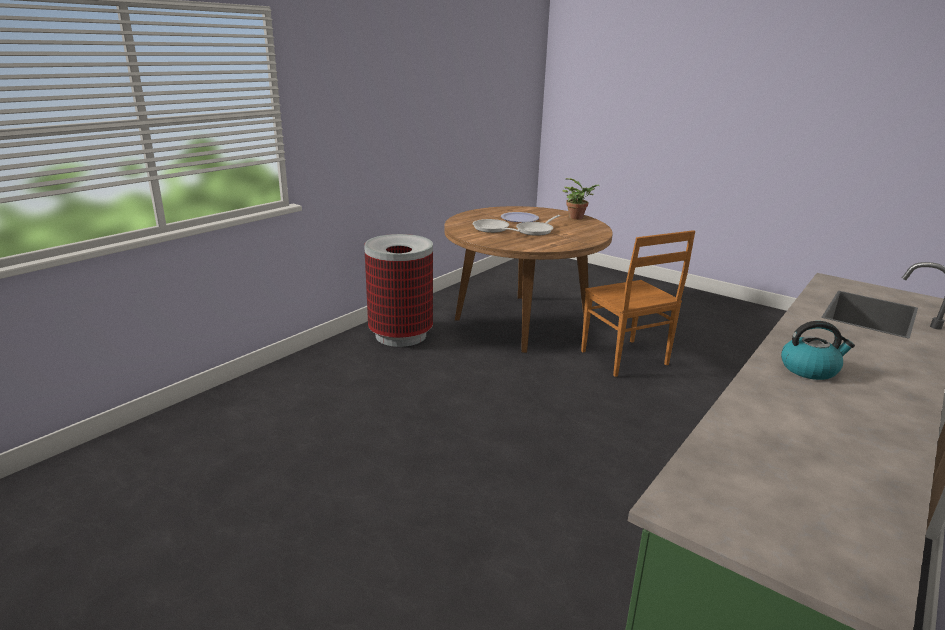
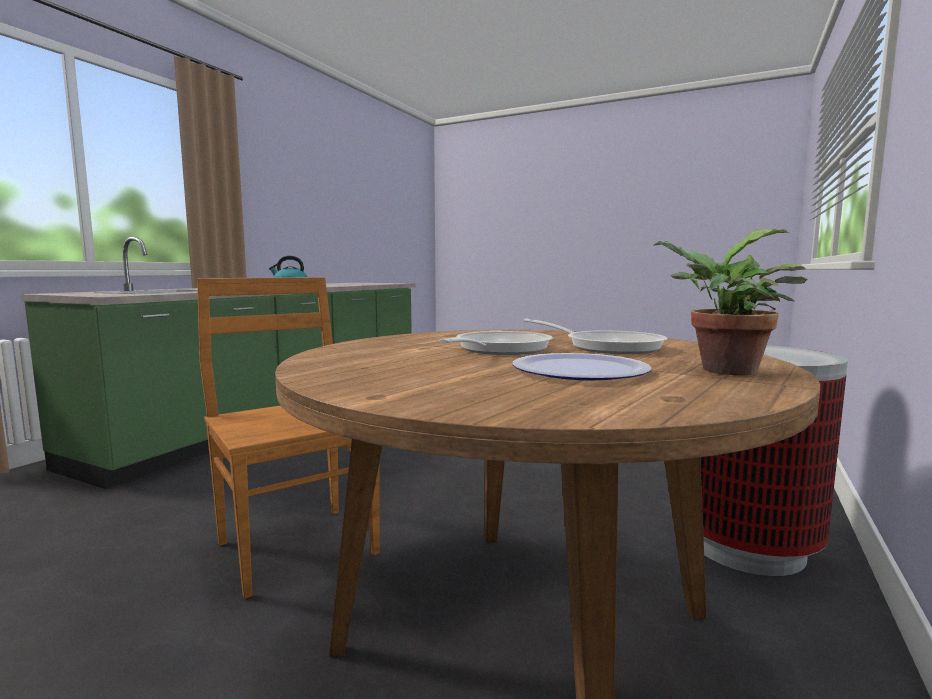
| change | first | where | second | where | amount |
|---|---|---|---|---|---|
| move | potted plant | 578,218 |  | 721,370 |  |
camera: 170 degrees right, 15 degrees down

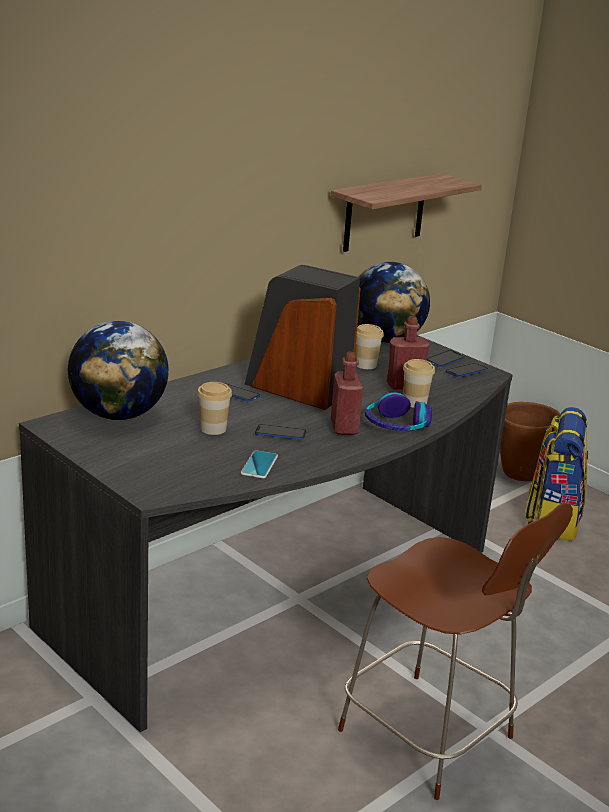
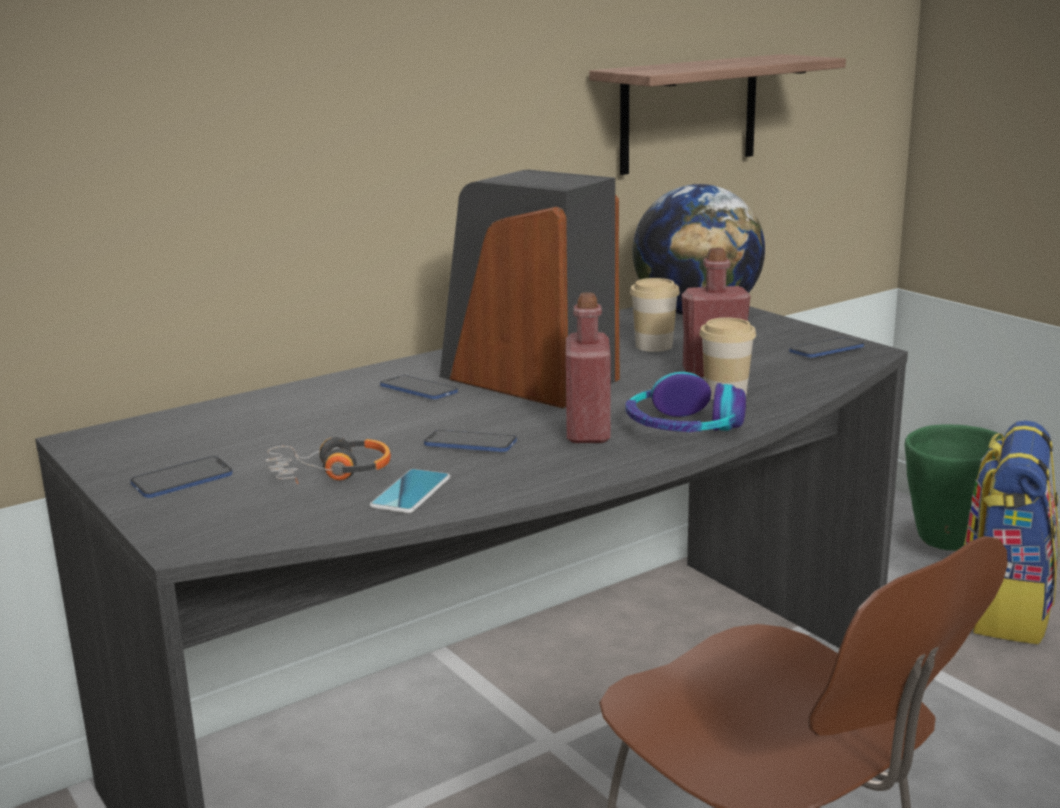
| change | first | where | second | where | amount |
|---|---|---|---|---|---|
| delete | globe | 119,415 |  |  |  |
| delete | cup | 213,429 |  |  |  |
| move | phone | 445,360 |  | 182,480 |  |
| recolor | brown planter | 520,474 | green planter | 947,540 |  |
| insert |  |  | headphones | 330,474 |  |
camera: 10 degrees right, 5 degrees down

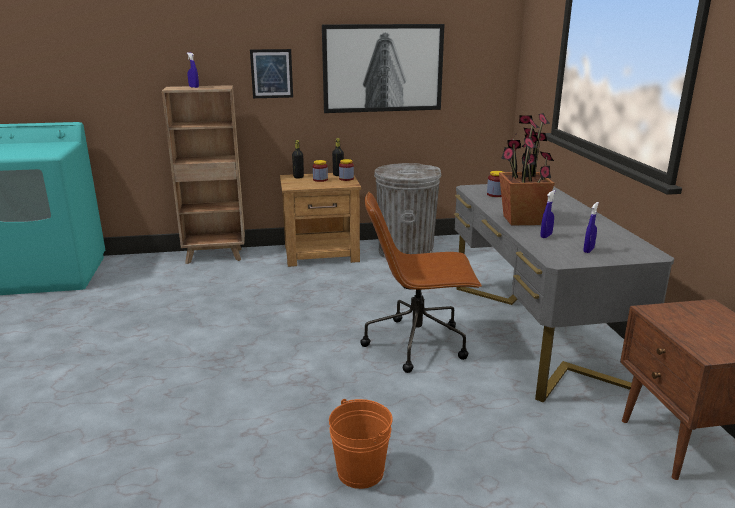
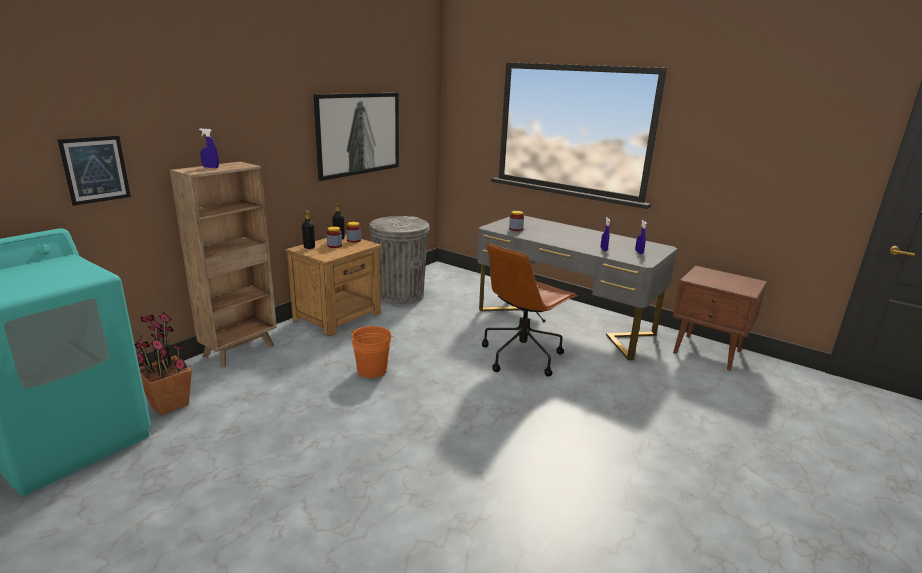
| change | first | where | second | where | amount |
|---|---|---|---|---|---|
| move | picture | 271,73 |  | 95,169 |  |
| move | orange bucket | 360,472 |  | 372,370 |  |
| move | potted plant | 521,220 |  | 168,404 |  |
camera: 45 degrees left, 0 degrees up

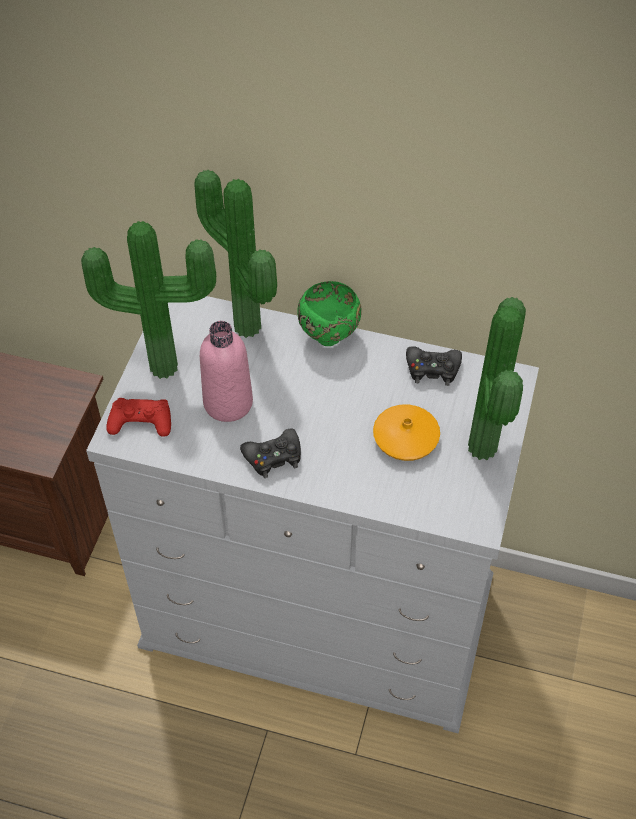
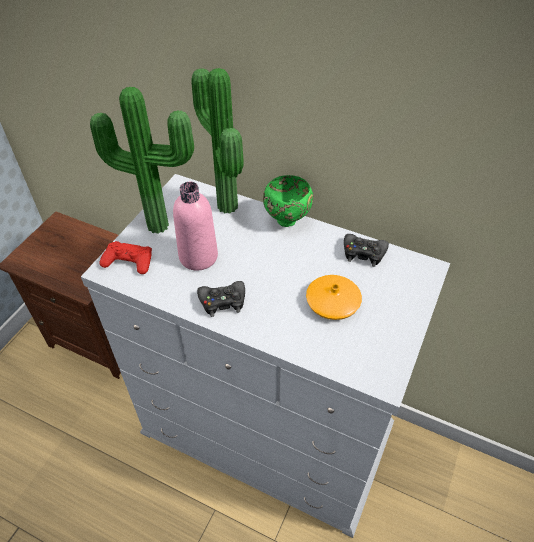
| change | first | where | second | where | amount |
|---|---|---|---|---|---|
| delete | potted plant | 488,448 |  |  |  |
camera: 10 degrees right, 5 degrees down

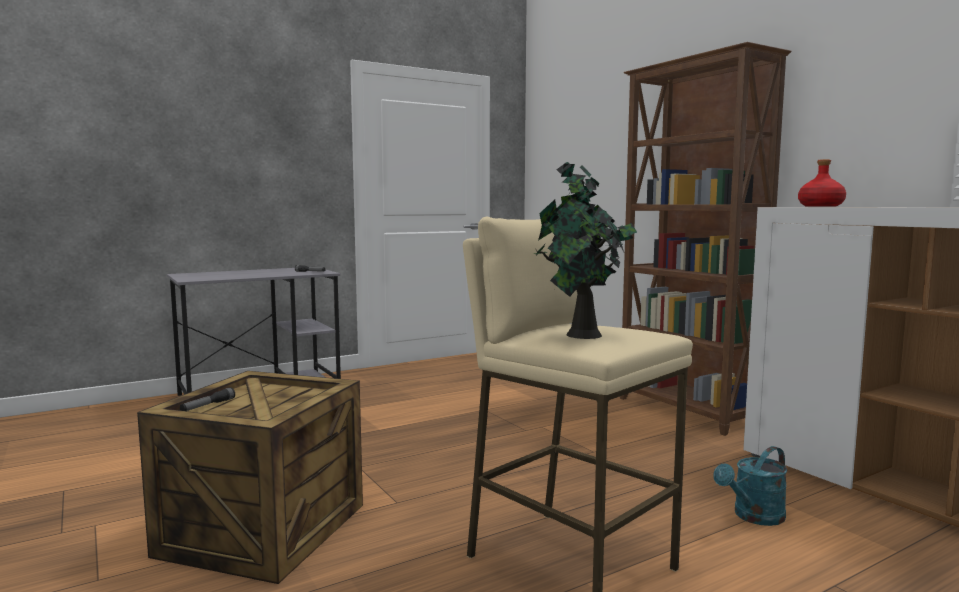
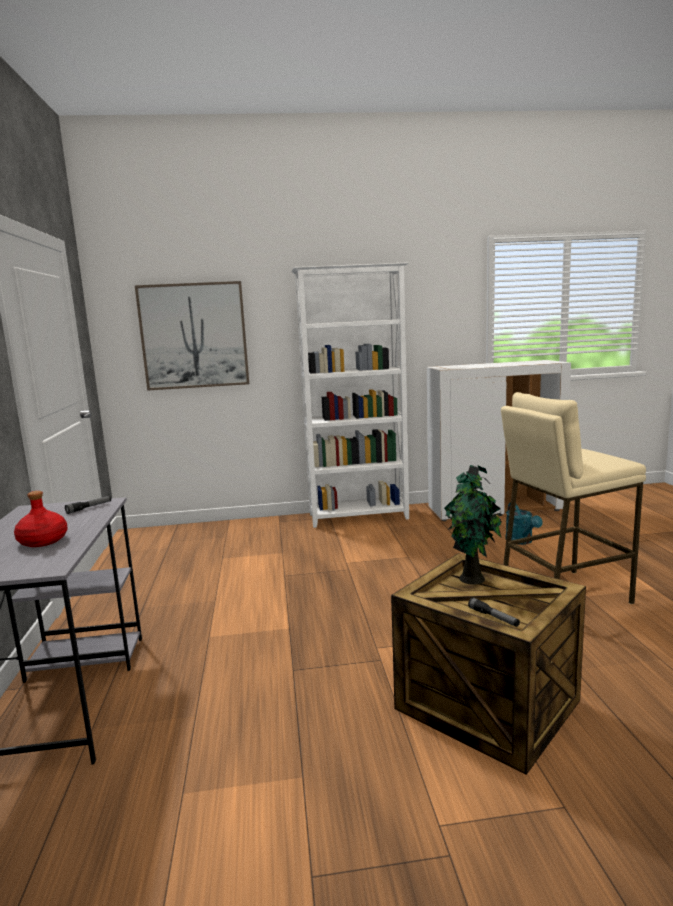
| change | first | where | second | where | amount |
|---|---|---|---|---|---|
| move | potted plant | 581,335 |  | 473,580 |  |
| recolor | brown bookcase | 686,411 | white bookcase | 359,517 |  |
| move | red bottle | 820,206 |  | 42,541 |  |
| insert |  |  | picture | 194,336 |  |
camera: 65 degrees left, 5 degrees up

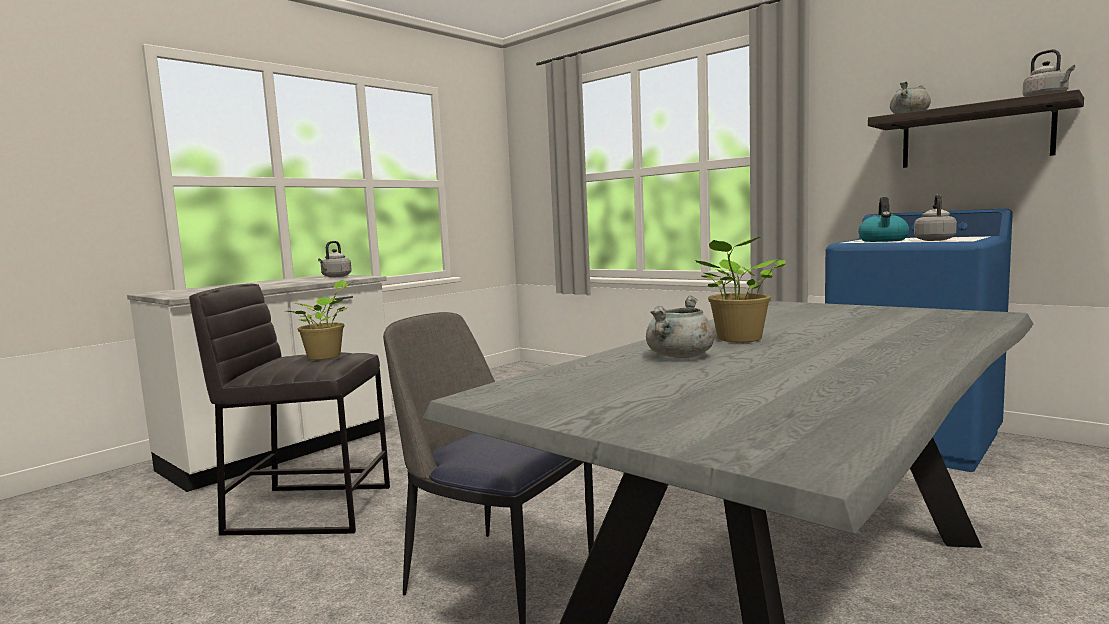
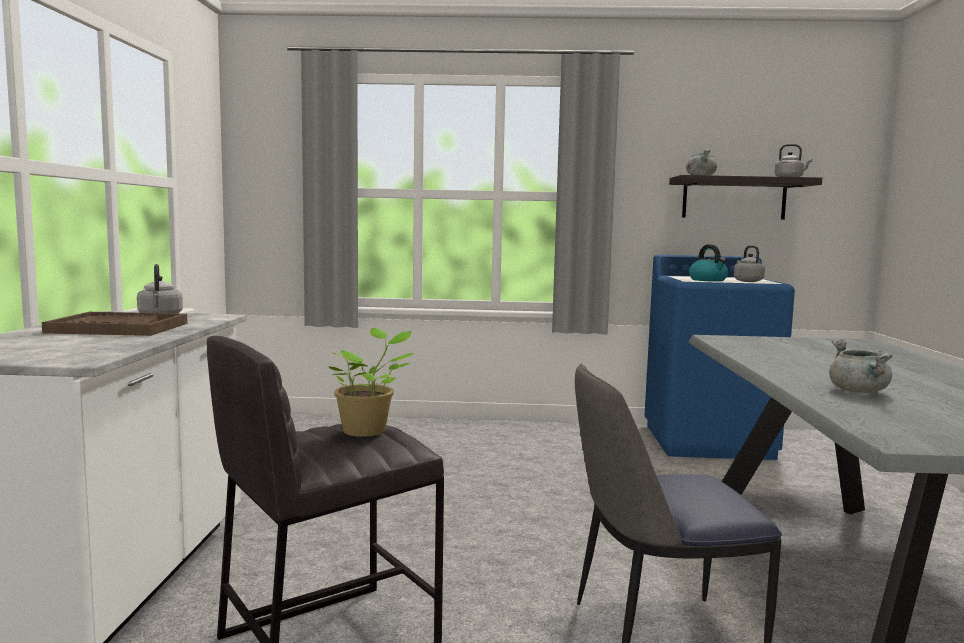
| change | first | where | second | where | amount |
|---|---|---|---|---|---|
| delete | potted plant | 738,339 |  |  |  |
| insert |  |  | brown tray | 118,328 |  |
camera: 40 degrees left, 0 degrees up

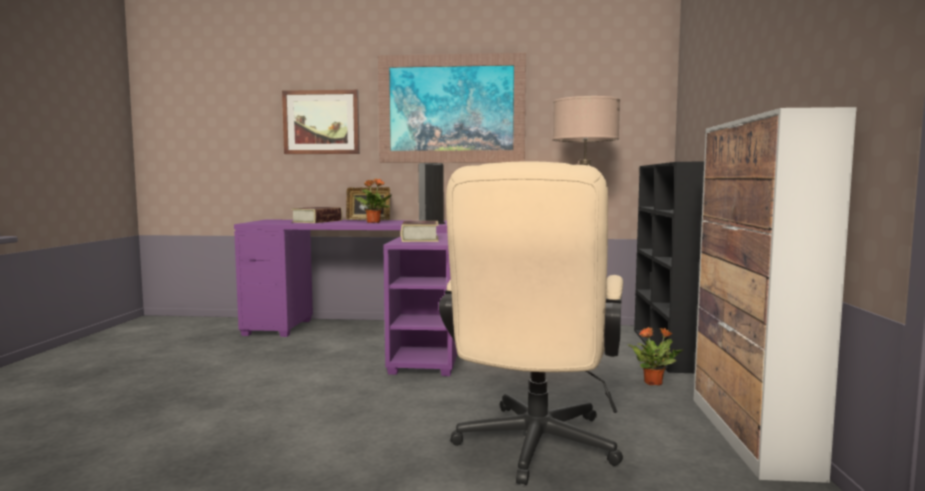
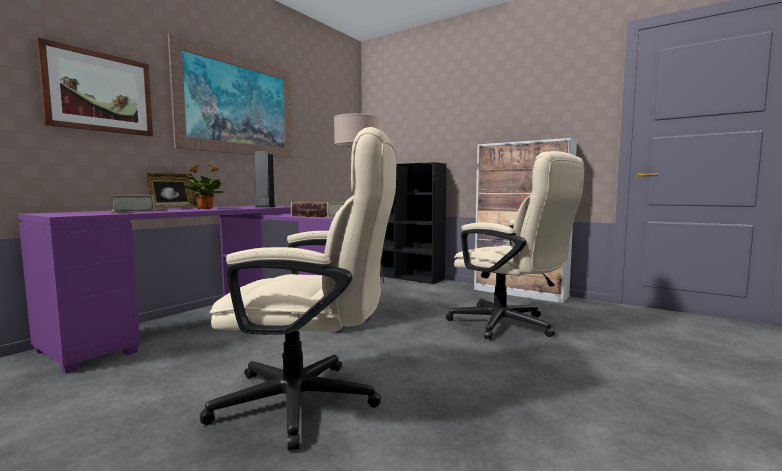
| change | first | where | second | where | amount |
|---|---|---|---|---|---|
| delete | potted plant | 654,383 |  |  |  |
| insert |  |  | beige office chair | 312,402 |  |
camera: 60 degrees left, 0 degrees up

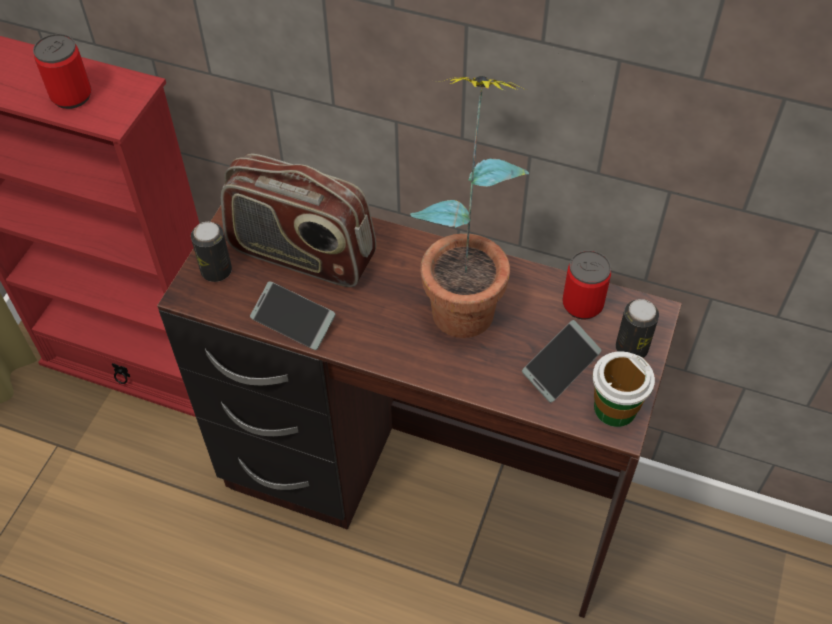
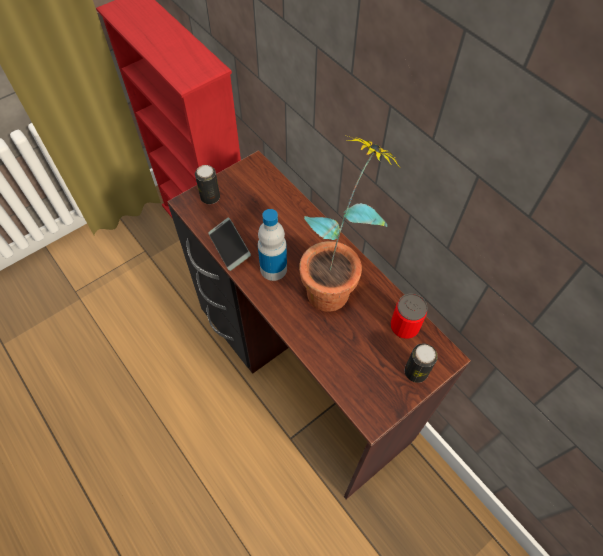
| change | first | where | second | where | amount |
|---|---|---|---|---|---|
| delete | can | 71,96 |  |  |  |
| delete | radio | 301,254 |  |  |  |
| delete | phone | 561,366 |  |  |  |
| delete | cup | 614,408 |  |  |  |
| insert |  |  | bottle | 273,269 |  |
camera: 30 degrees right, 5 degrees up

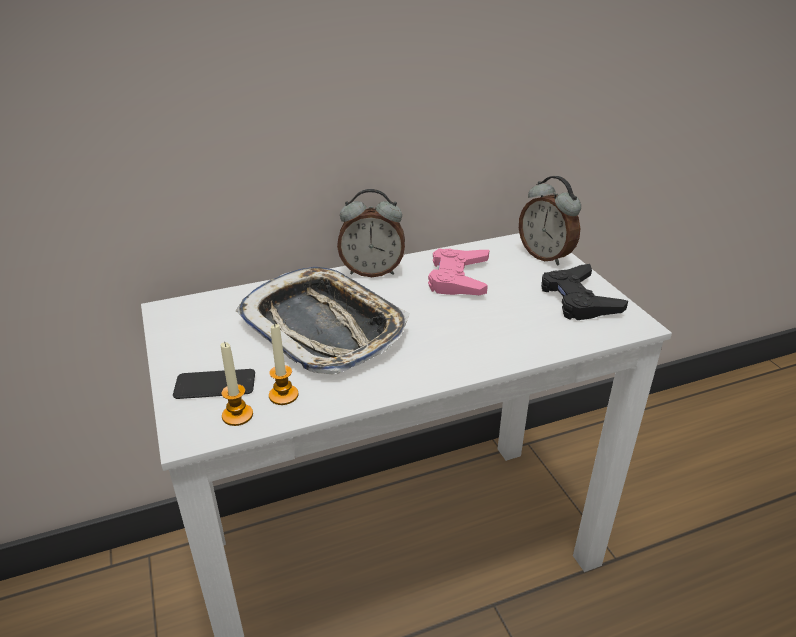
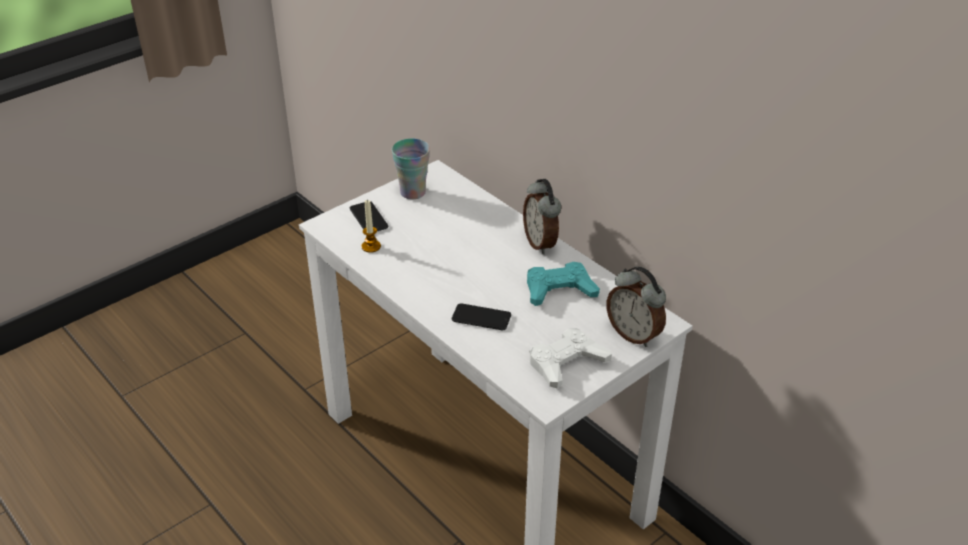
| change | first | where | second | where | amount |
|---|---|---|---|---|---|
| delete | candle | 237,415 |  |  |  |
| delete | tray | 324,327 |  |  |  |
| recolor | pink game controller | 458,278 | turquoise game controller | 559,290 |  |
| rotate | alarm clock | 546,256 |  | 634,334 | 75 degrees counterclockwise |
| recolor | black game controller | 578,299 | white game controller | 566,363 |  |
| insert |  |  | cup | 413,192 |  |
| insert |  |  | phone | 481,318 |  |
camera: 70 degrees right, 5 degrees up

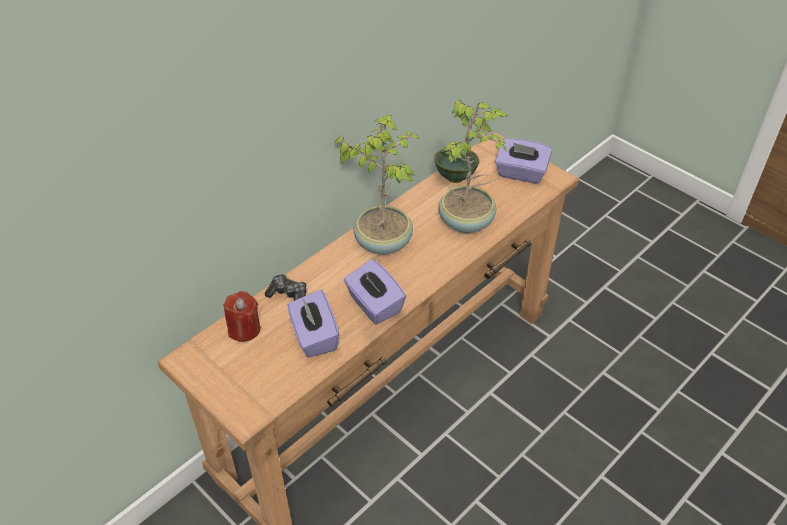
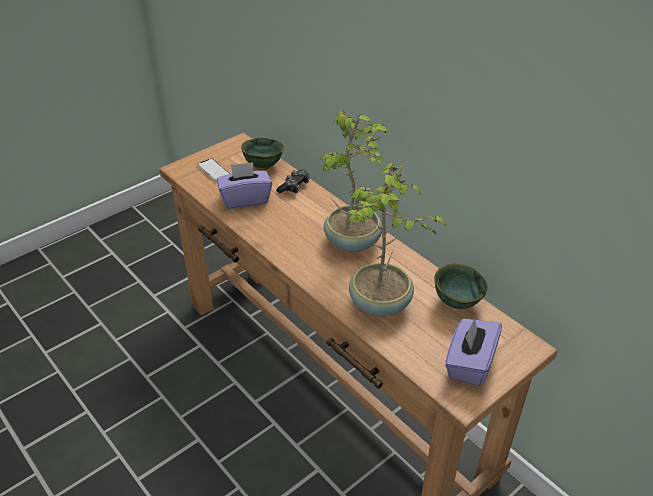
| change | first | where | second | where | amount |
|---|---|---|---|---|---|
| replace | red candle | 244,329 | green bowl | 262,166 |  |
| delete | purple tissue box | 374,305 |  |  |  |
| insert |  |  | phone | 213,170 |  |
camera: 95 degrees right, 5 degrees down

